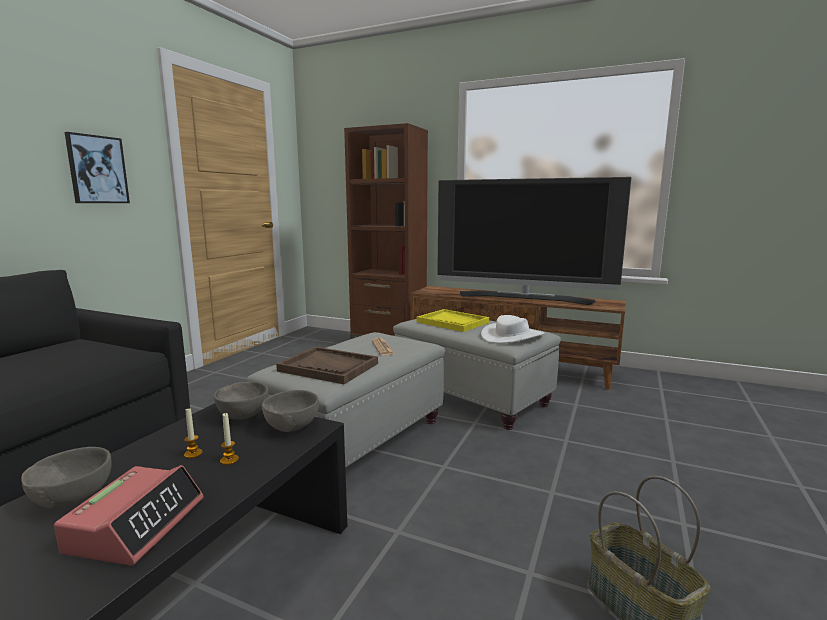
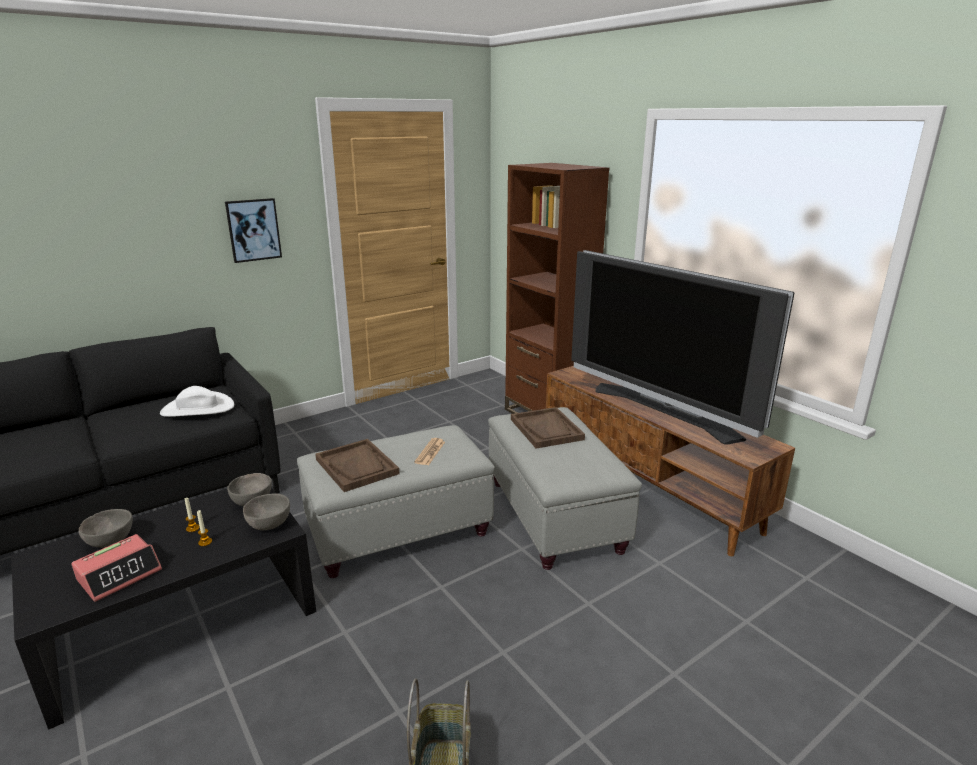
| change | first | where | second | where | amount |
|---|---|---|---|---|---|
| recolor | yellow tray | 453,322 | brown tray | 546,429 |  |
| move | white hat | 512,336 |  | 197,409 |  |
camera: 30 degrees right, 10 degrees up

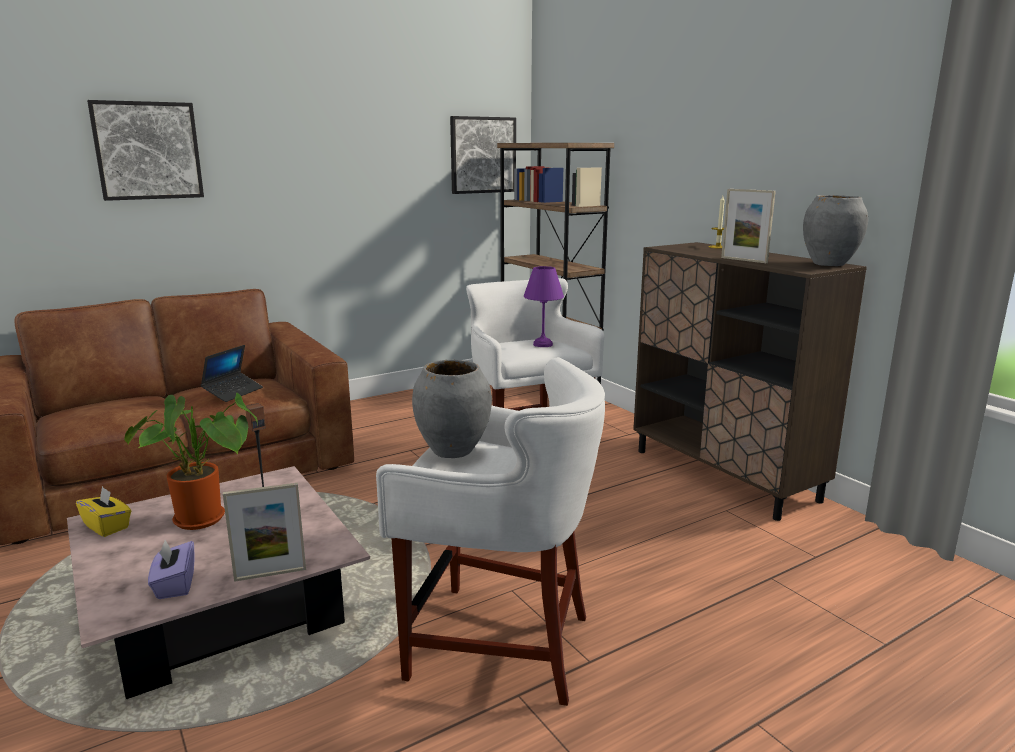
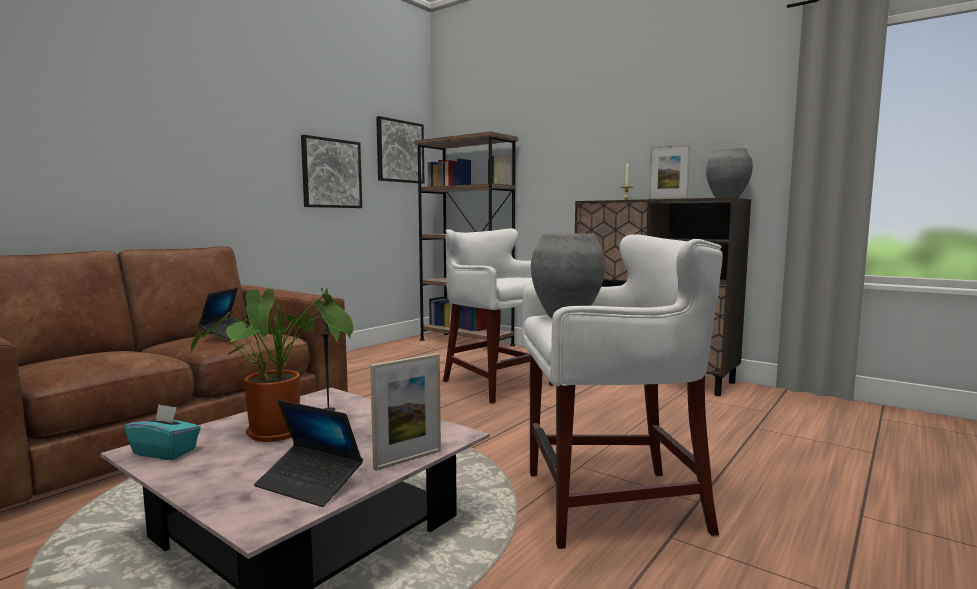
| change | first | where | second | where | amount |
|---|---|---|---|---|---|
| recolor | yellow tissue box | 107,526 | turquoise tissue box | 165,452 |  |
| move | picture | 148,151 |  | 331,173 |  |
| replace | purple tissue box | 175,585 | laptop | 309,484 |  |
| delete | purple table lamp | 542,344 |  |  |  |
camera: 20 degrees left, 10 degrees down

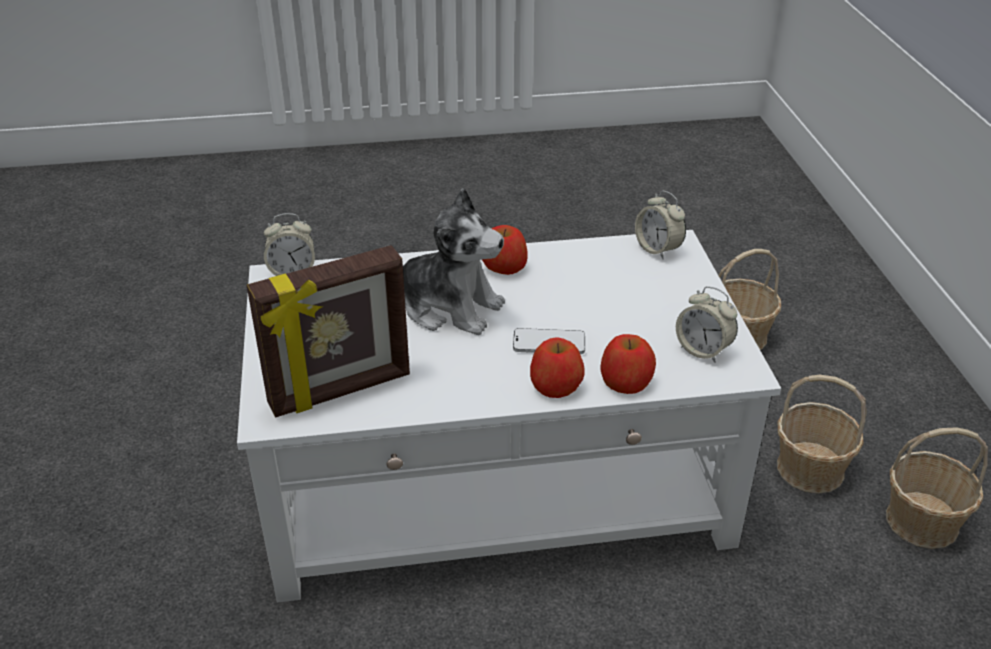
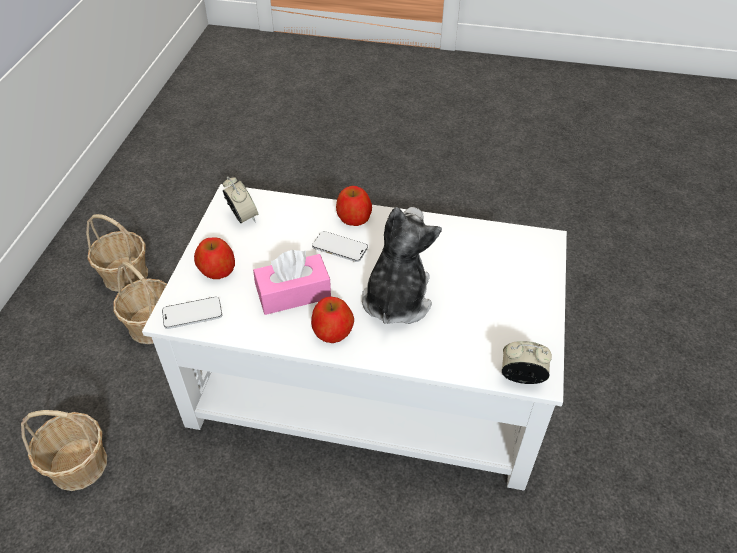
| change | first | where | second | where | amount |
|---|---|---|---|---|---|
| delete | picture frame | 341,391 |  |  |  |
| rotate | plush toy | 449,307 |  | 396,299 | 60 degrees clockwise |
| move | apple | 626,381 |  | 217,269 |  |
| replace | alarm clock | 658,249 | phone | 192,314 |  |
| insert |  |  | pink tissue box | 293,294 |  |
camera: 160 degrees left, 10 degrees up

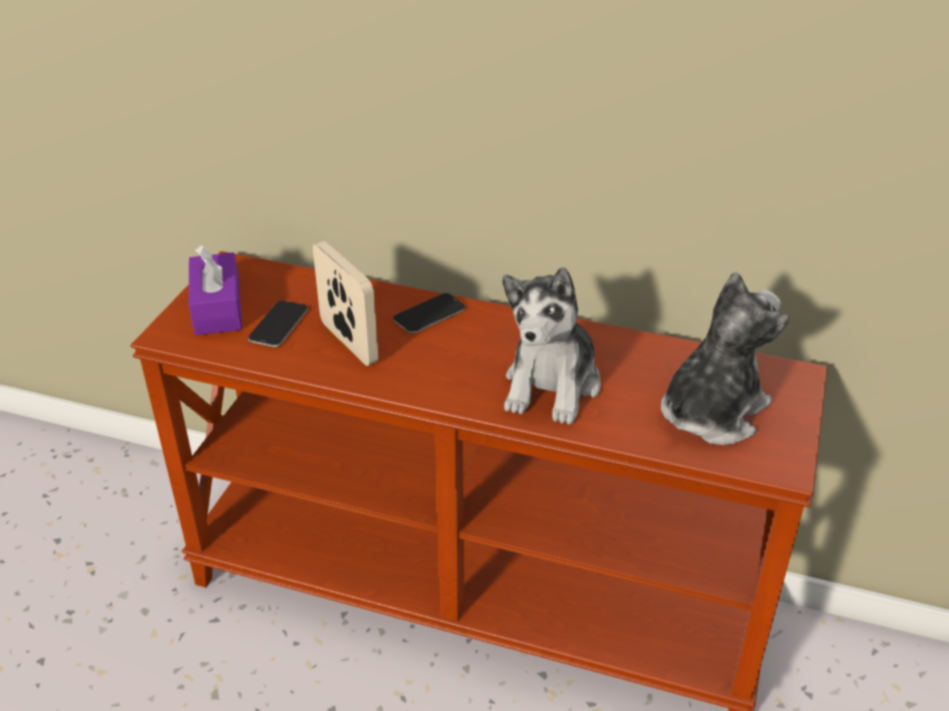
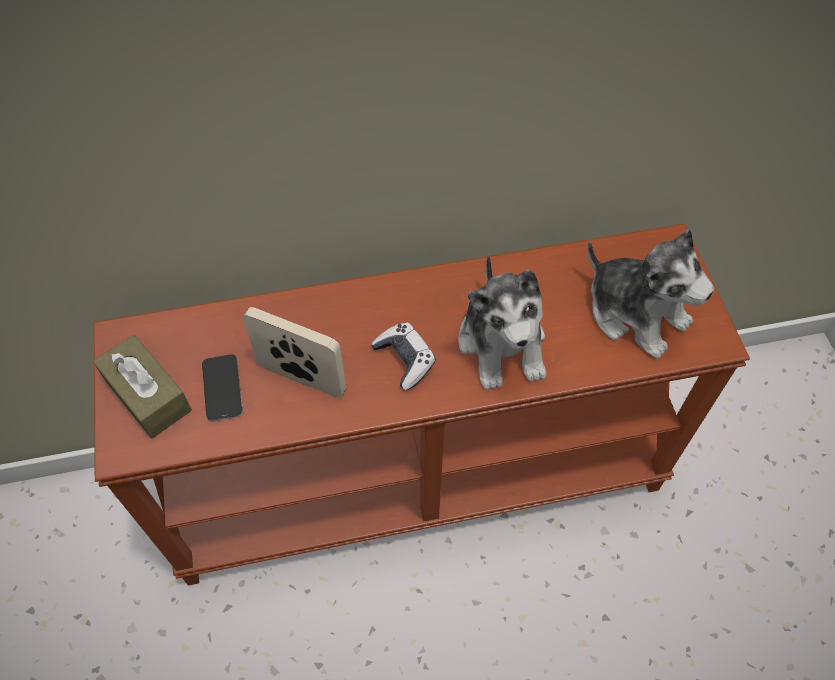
| change | first | where | second | where | amount |
|---|---|---|---|---|---|
| recolor | purple tissue box | 217,308 | brown tissue box | 148,395 |  |
| delete | phone | 429,315 |  |  |  |
| rotate | plush toy | 710,413 |  | 635,313 | 120 degrees clockwise |
| insert |  |  | game controller | 405,360 |  |
camera: 30 degrees left, 20 degrees up

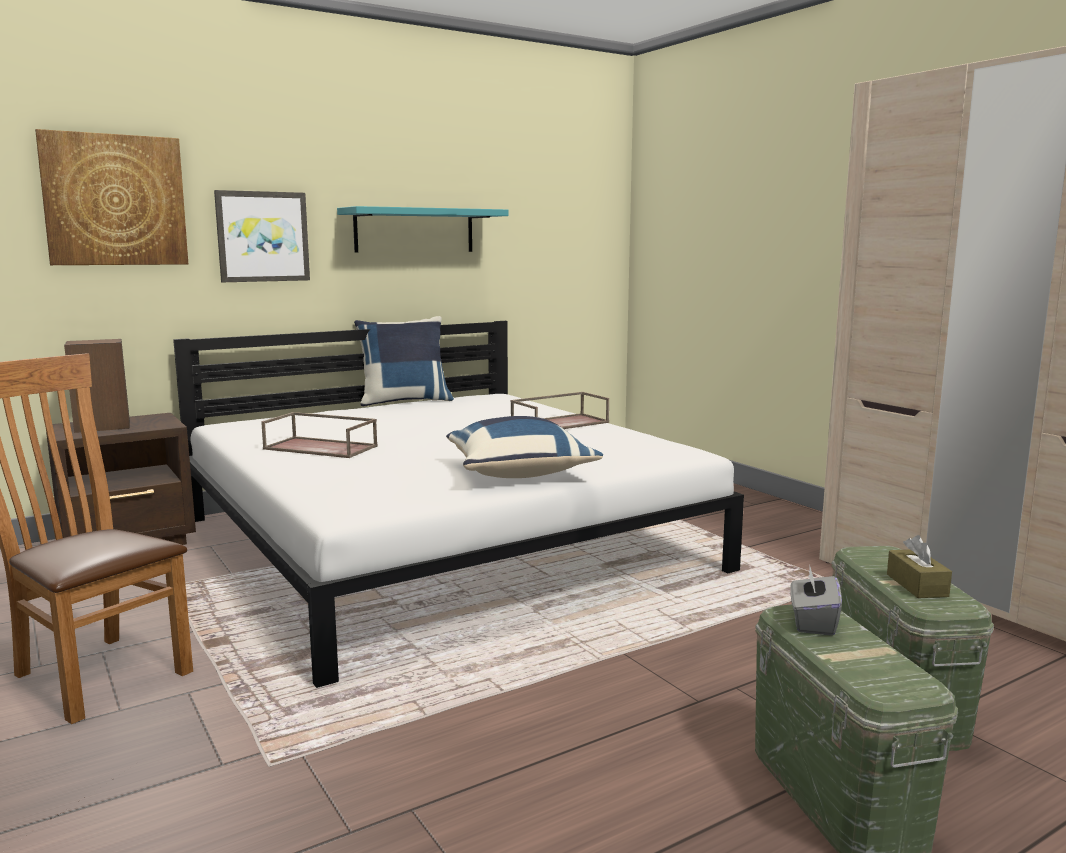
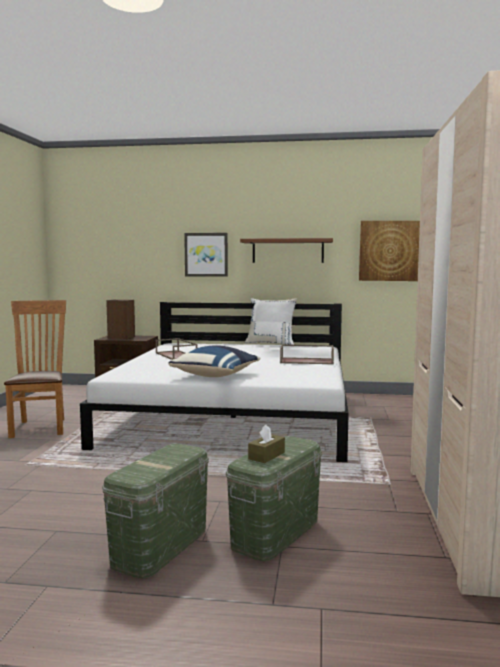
| change | first | where | second | where | amount |
|---|---|---|---|---|---|
| move | picture | 115,200 |  | 390,251 |  |
| recolor | turquoise shelf | 414,230 | brown shelf | 288,251 |  |
| recolor | blue pillow | 404,401 | white pillow | 271,344 |  |
| delete | grey tissue box | 813,622 |  |  |  |
camera: 40 degrees right, 5 degrees down

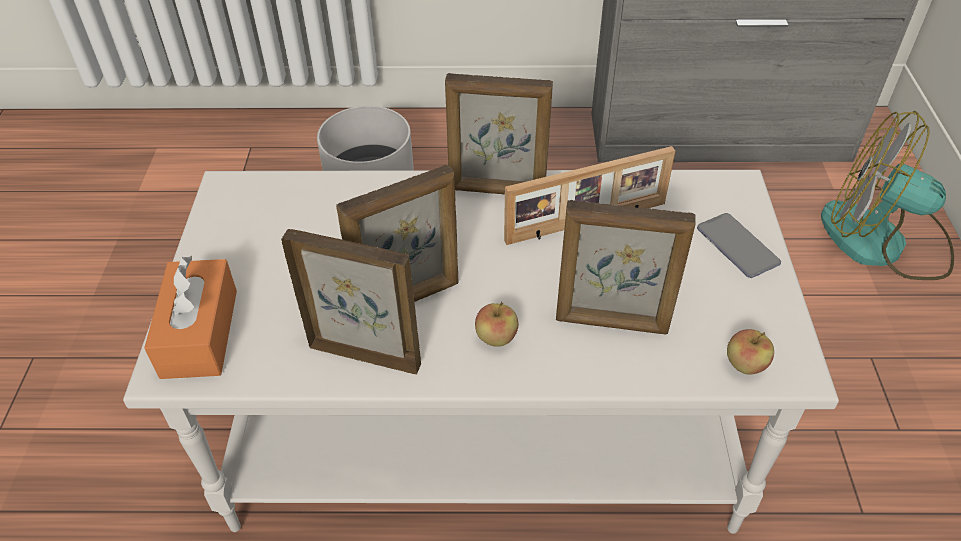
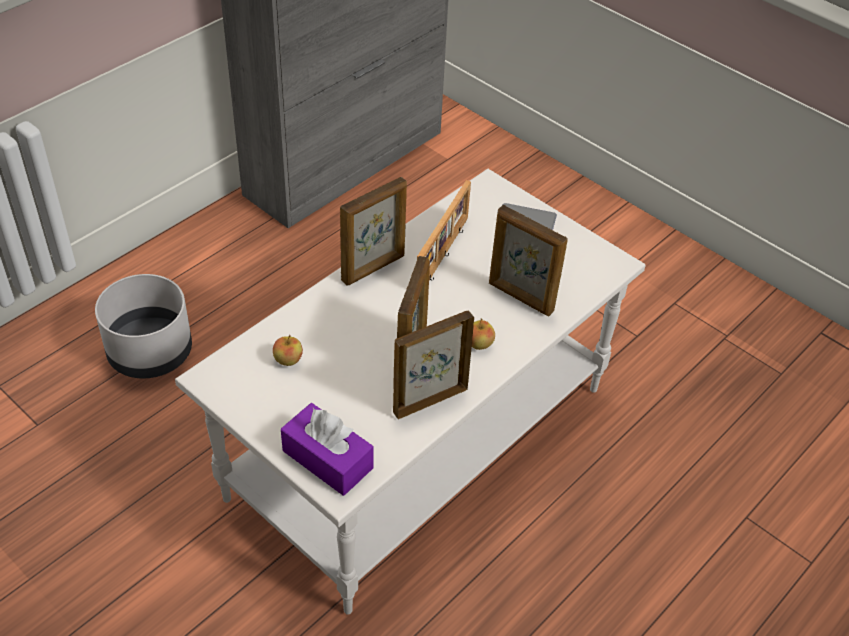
| change | first | where | second | where | amount |
|---|---|---|---|---|---|
| recolor | orange tissue box | 199,333 | purple tissue box | 327,459 |  |
| rotate | picture frame | 612,323 |  | 520,298 | 75 degrees clockwise |
| move | apple | 745,364 |  | 288,360 |  |
| delete | fan | 882,242 |  |  |  |
camera: 50 degrees left, 0 degrees up

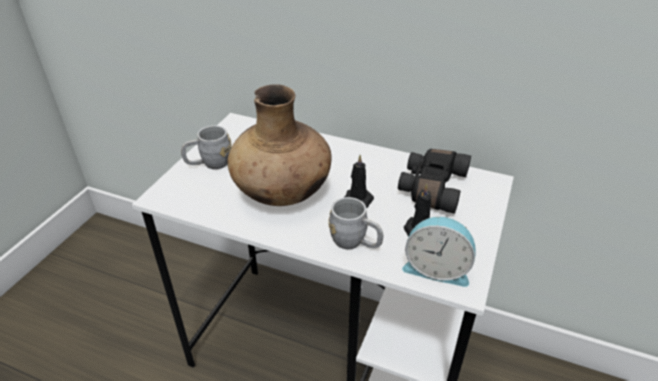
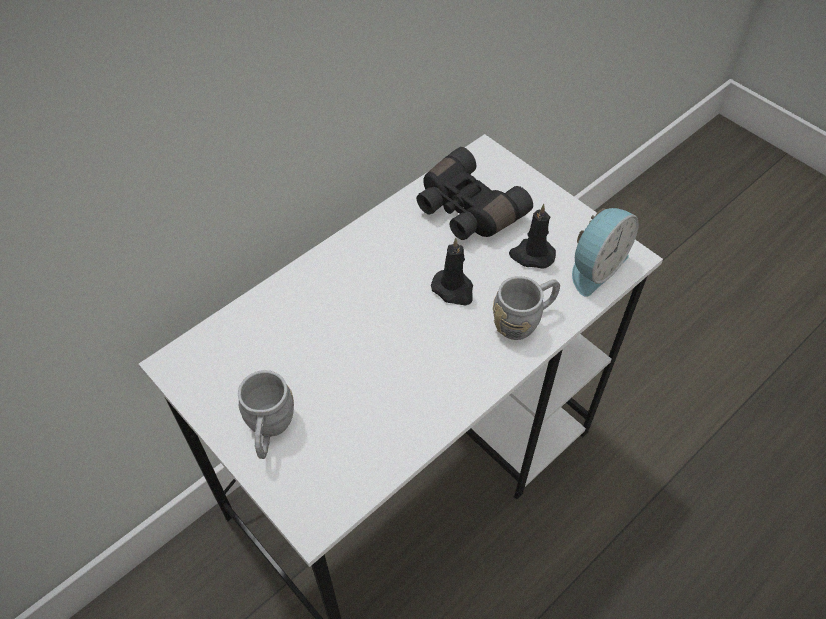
| change | first | where | second | where | amount |
|---|---|---|---|---|---|
| delete | brown vase | 282,192 |  |  |  |
camera: 65 degrees left, 15 degrees up

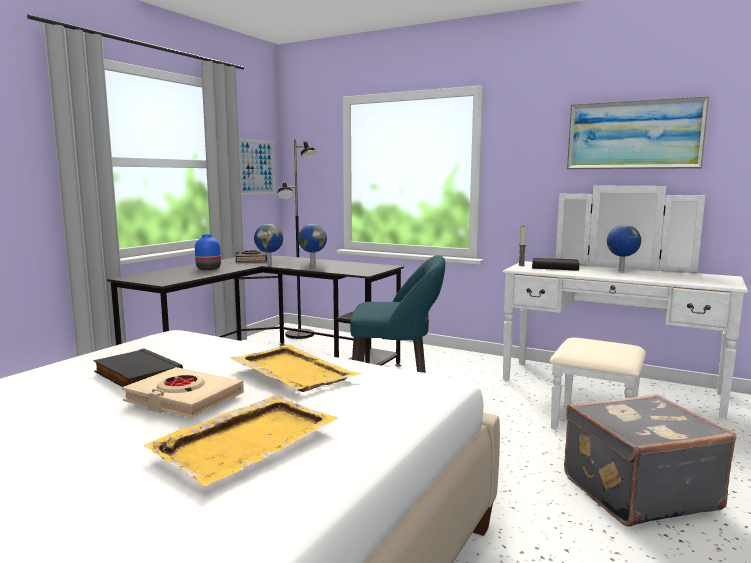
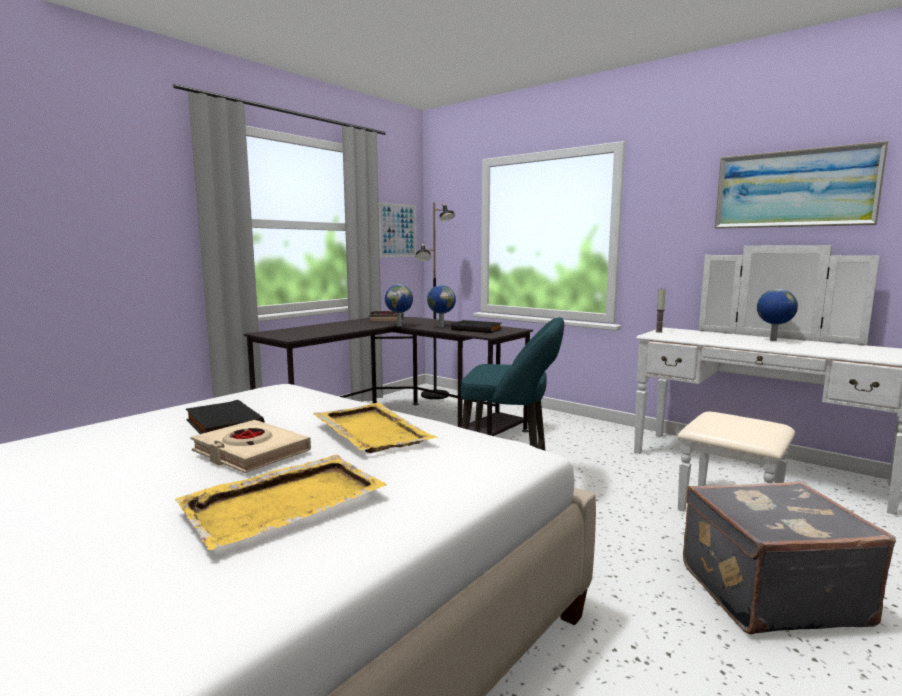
| change | first | where | second | where | amount |
|---|---|---|---|---|---|
| delete | blue vase | 209,269 |  |  |  |
| move | black book | 555,267 |  | 477,329 |  |
camera: 10 degrees right, 0 degrees up

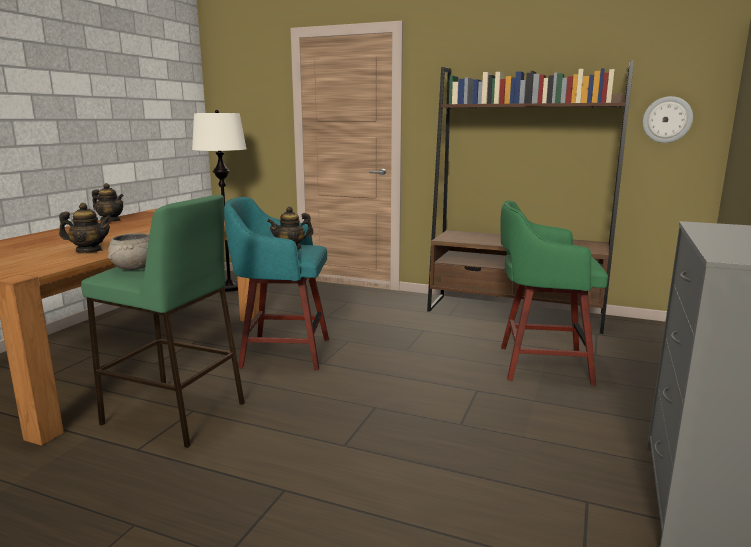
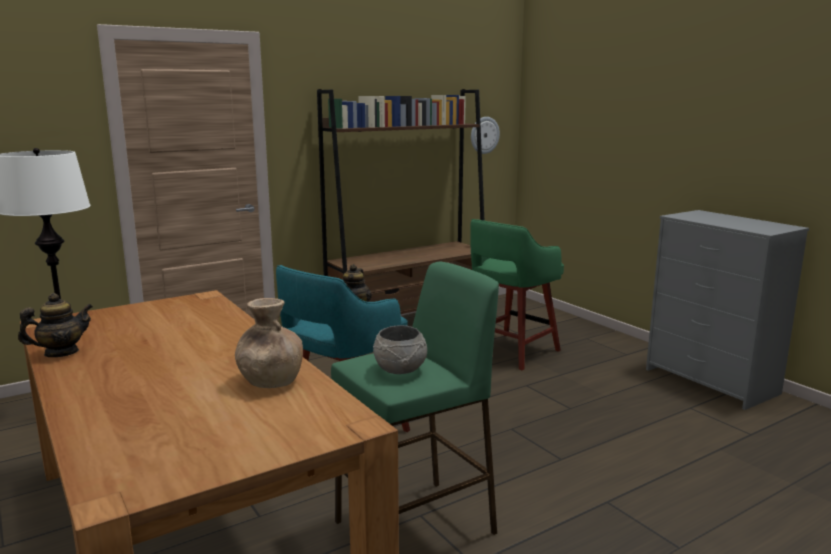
| change | first | where | second | where | amount |
|---|---|---|---|---|---|
| replace | teapot | 89,251 | brown vase | 270,381 |  |
camera: 55 degrees left, 0 degrees up

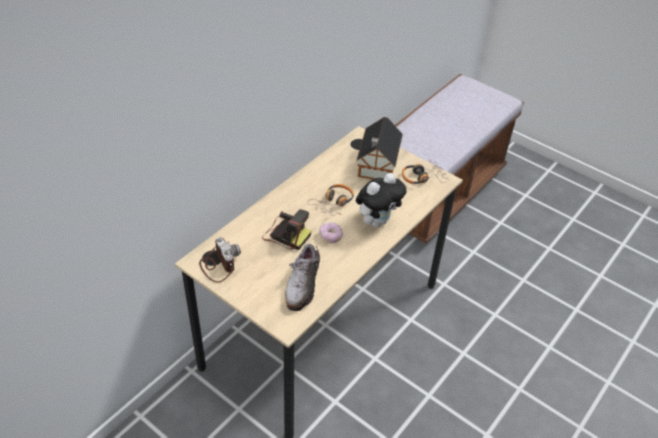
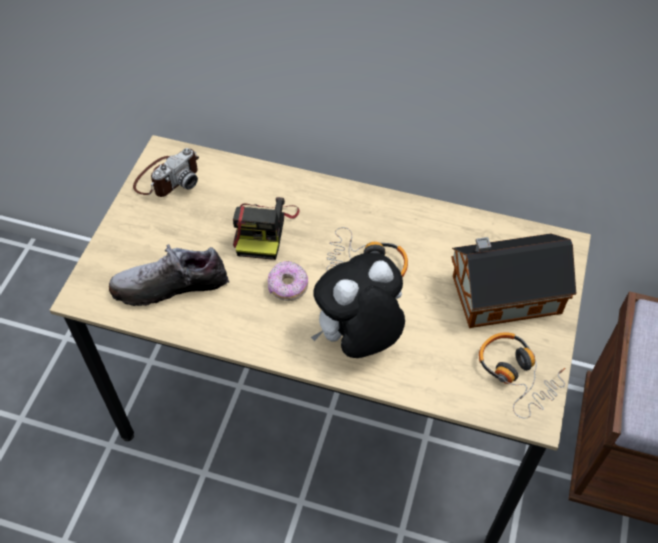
| change | first | where | second | where | amount |
|---|---|---|---|---|---|
| rotate | plush toy | 377,221 |  | 358,339 | 120 degrees clockwise |
camera: 70 degrees right, 10 degrees up

